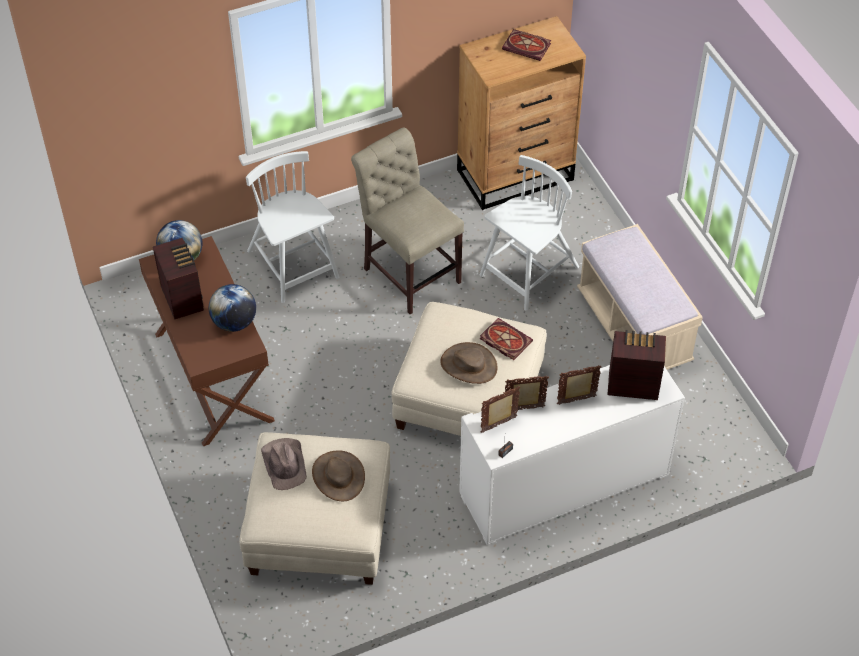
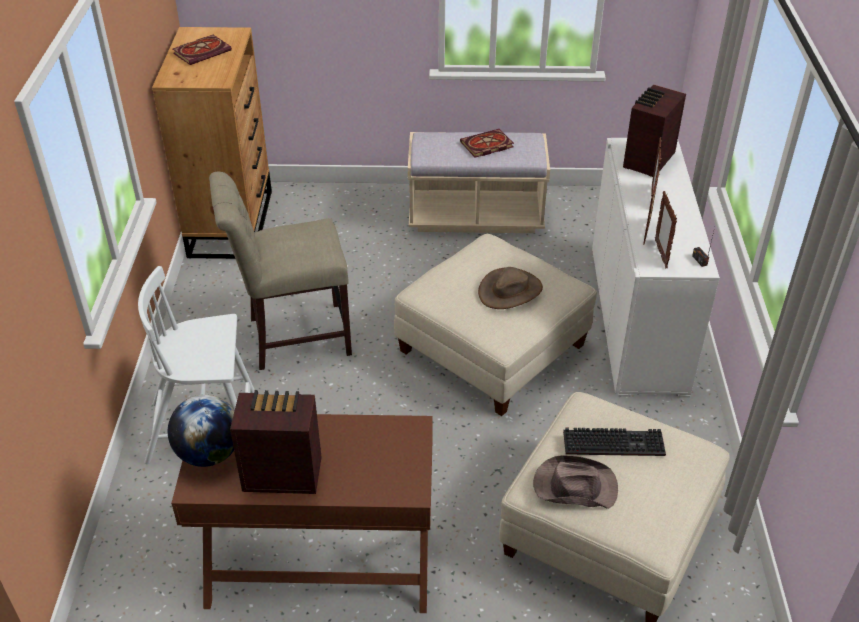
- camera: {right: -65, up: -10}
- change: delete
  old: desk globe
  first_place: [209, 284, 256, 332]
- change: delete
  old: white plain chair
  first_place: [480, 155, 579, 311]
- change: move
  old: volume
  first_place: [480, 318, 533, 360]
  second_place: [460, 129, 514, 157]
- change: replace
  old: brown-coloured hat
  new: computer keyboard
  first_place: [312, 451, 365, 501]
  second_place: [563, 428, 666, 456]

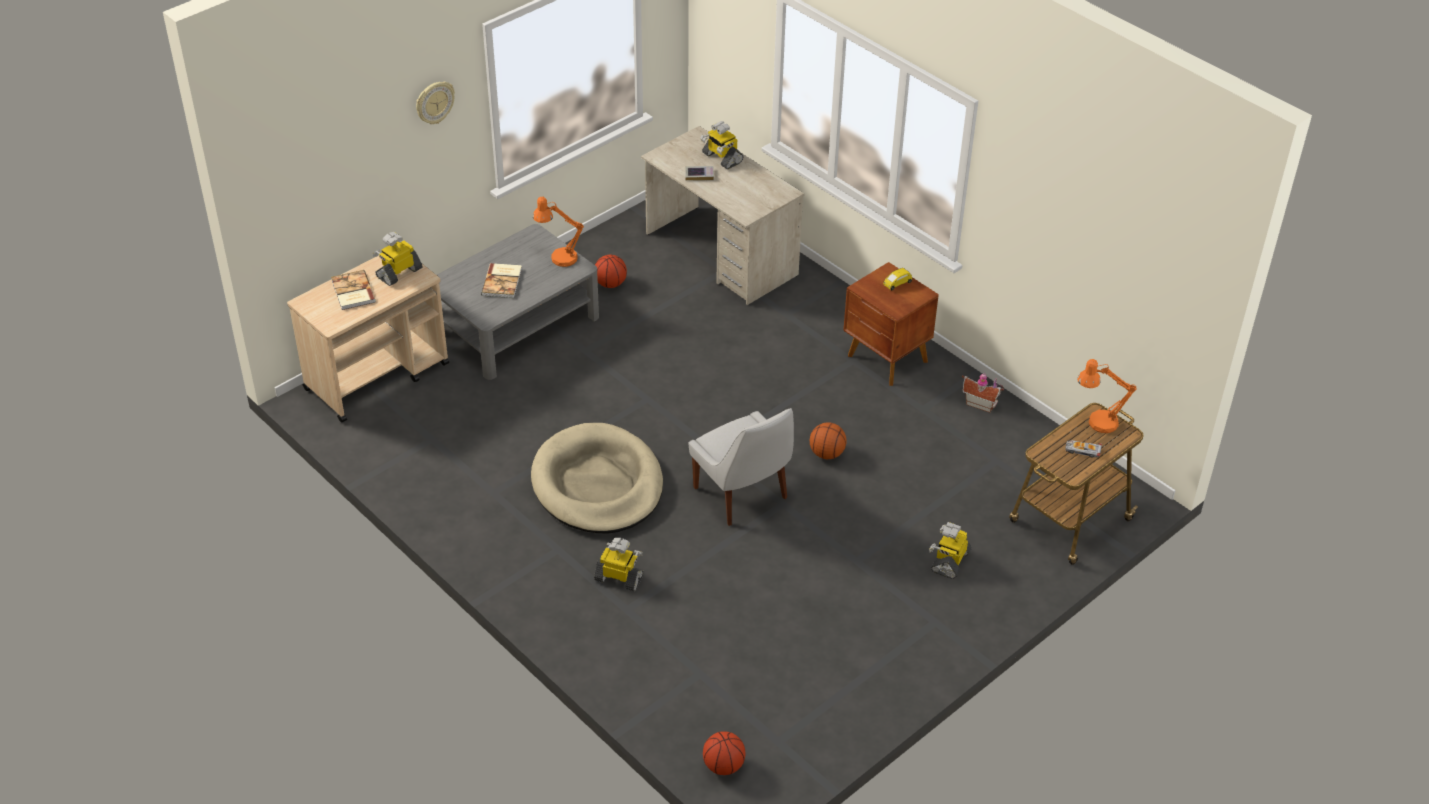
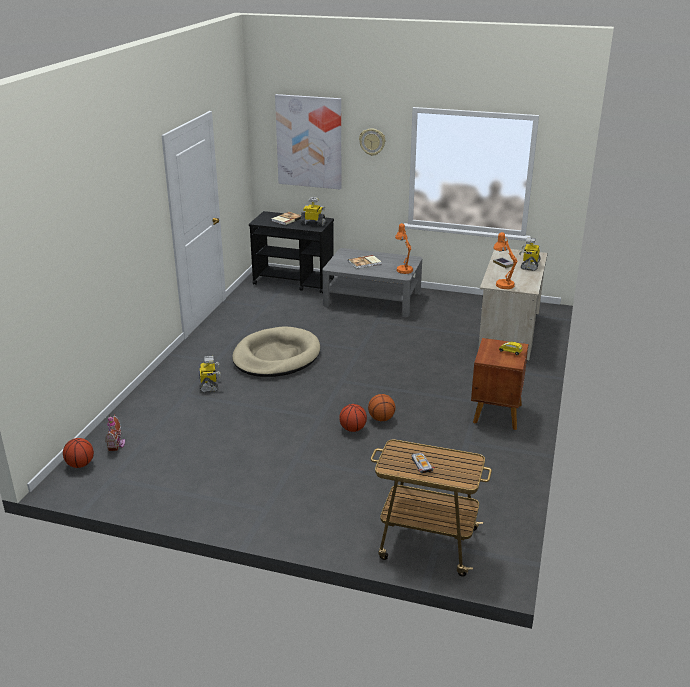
- camera: {right: 60, up: -15}
- change: delete
  old: white plain chair
  first_place: [689, 408, 794, 526]
- change: delete
  old: model robot
  first_place: [929, 522, 972, 579]
- change: insert
  new: picture
  second_place: [275, 94, 341, 189]
- change: move
  old: ball for basketball
  first_place: [595, 255, 627, 288]
  second_place: [339, 404, 367, 432]
- change: move
  old: model house
  first_place: [962, 374, 1004, 413]
  second_place: [105, 414, 125, 451]
- change: move
  old: orange table lamp
  first_place: [1077, 359, 1137, 433]
  second_place: [493, 232, 518, 289]
- change: recolor
  old: beige wheeled cart
  new: black-coloured wheeled cart
  first_place: [287, 255, 449, 423]
  second_place: [249, 211, 334, 293]

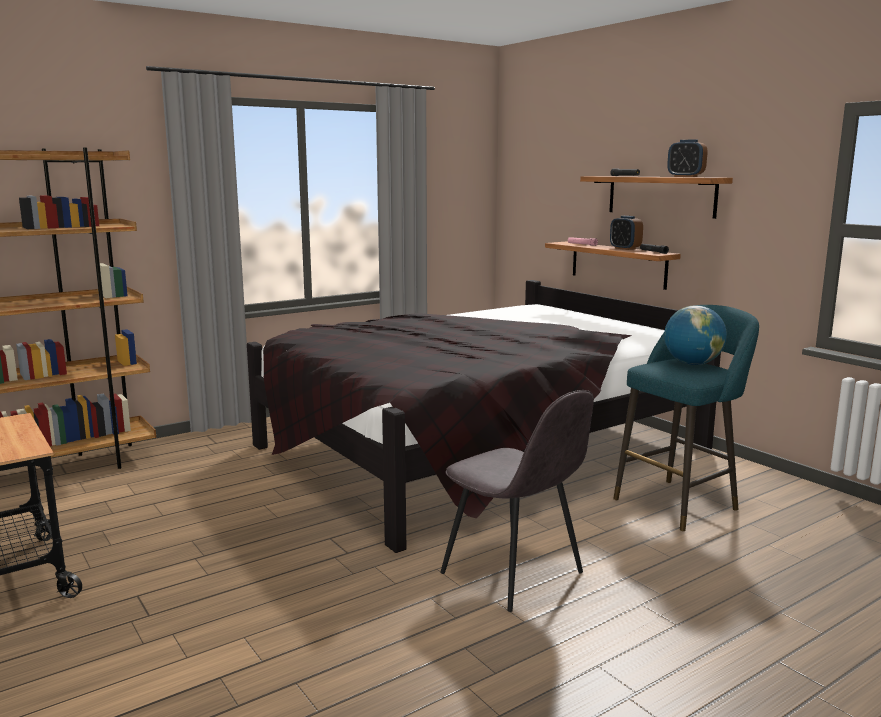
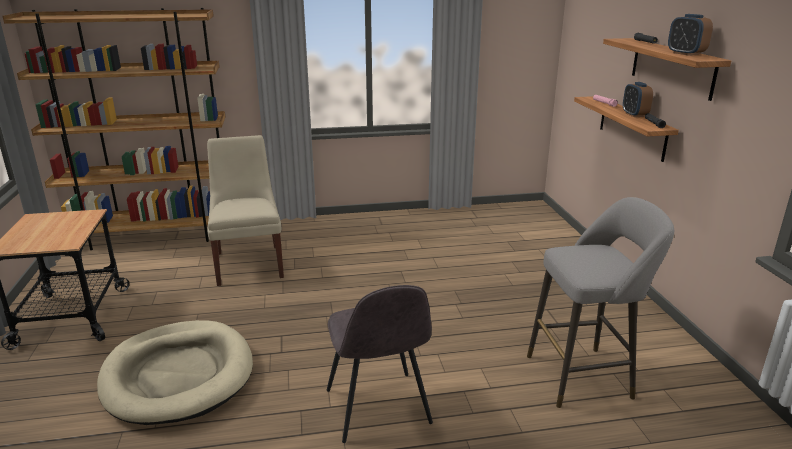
- camera: {right: 25, up: 10}
- change: delete
  old: black-coloured bedroom bed
  first_place: [247, 280, 721, 553]
- change: delete
  old: desk globe
  first_place: [664, 305, 727, 365]
- change: insert
  new: beige dog bed
  second_place: [97, 320, 253, 425]
- change: insert
  new: beige plain chair
  second_place: [207, 135, 284, 286]
- change: recolor
  old: blue-green sitting stool
  new: grey sitting stool
  first_place: [613, 305, 759, 531]
  second_place: [527, 197, 674, 408]

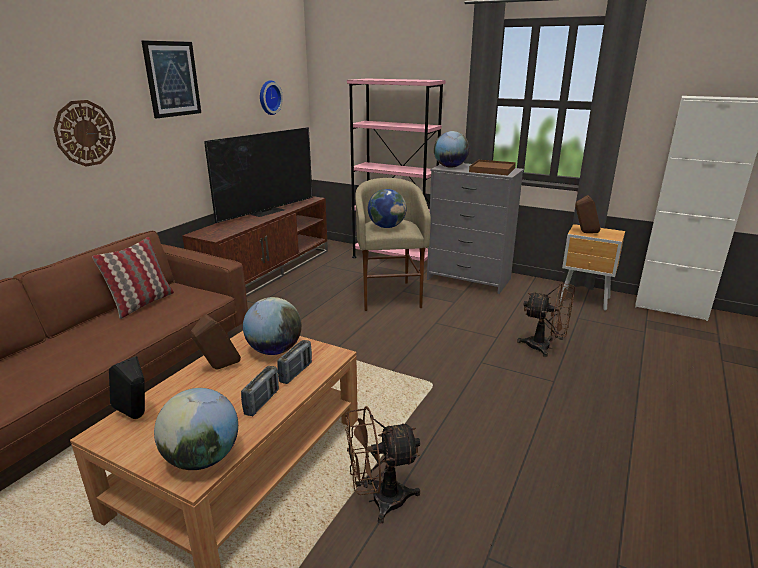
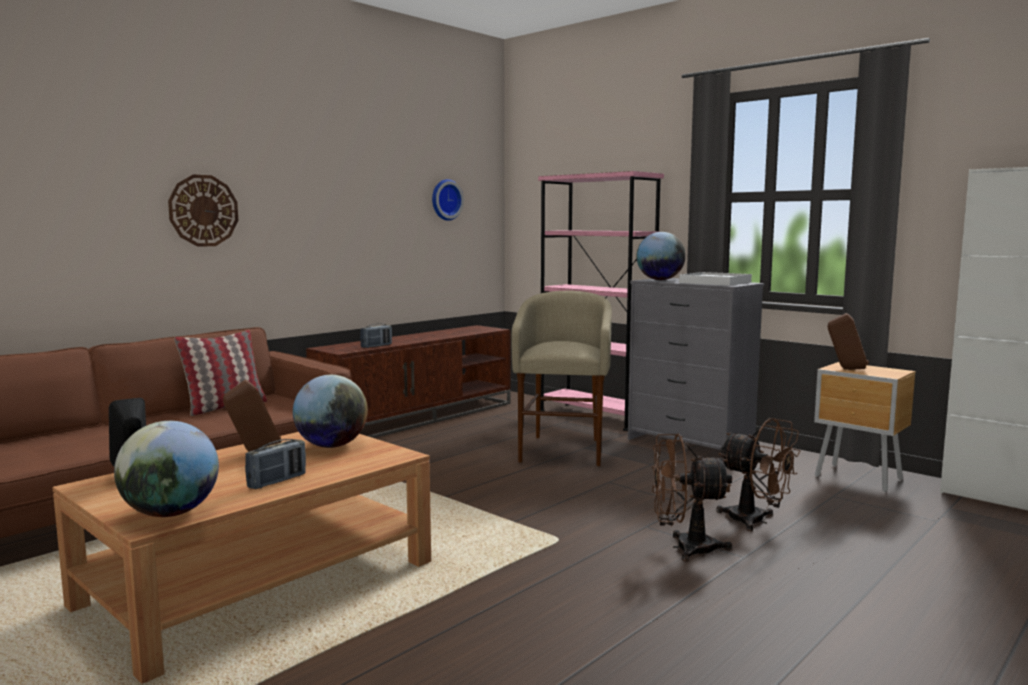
- camera: {right: 15, up: -15}
- change: delete
  old: picture
  first_place: [141, 41, 201, 118]
- change: delete
  old: TV set
  first_place: [204, 127, 313, 223]
- change: delete
  old: desk globe
  first_place: [368, 189, 406, 228]
- change: move
  old: radio receiver
  first_place: [277, 340, 312, 384]
  second_place: [360, 323, 392, 348]
- change: move
  old: brown-coloured fan
  first_place: [345, 406, 420, 524]
  second_place: [652, 434, 732, 561]
- change: recolor
  old: brown-coloured tray
  new: white tray
  first_place: [469, 160, 516, 175]
  second_place: [679, 272, 752, 286]

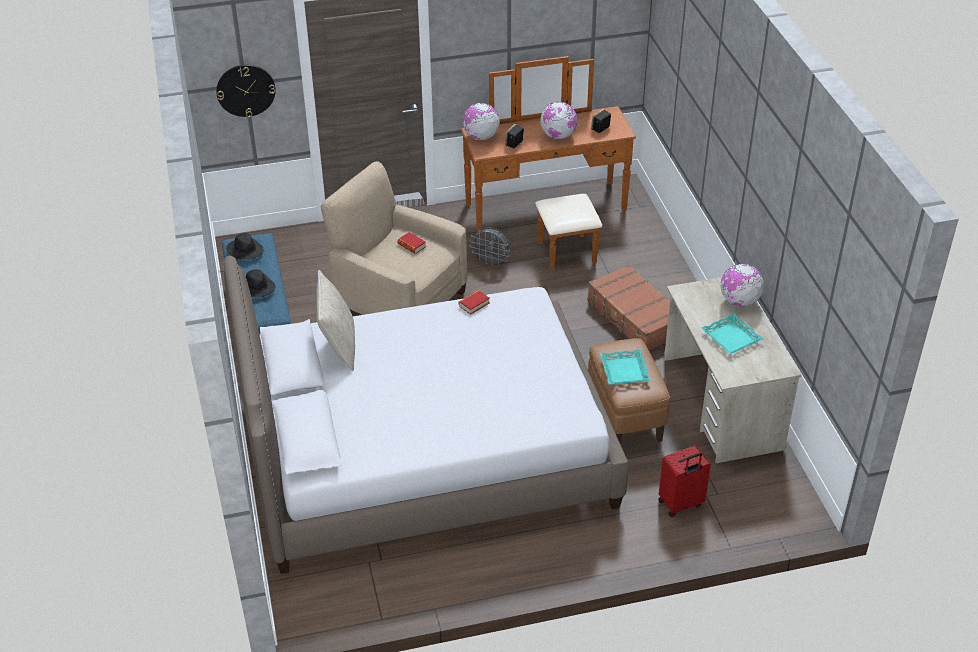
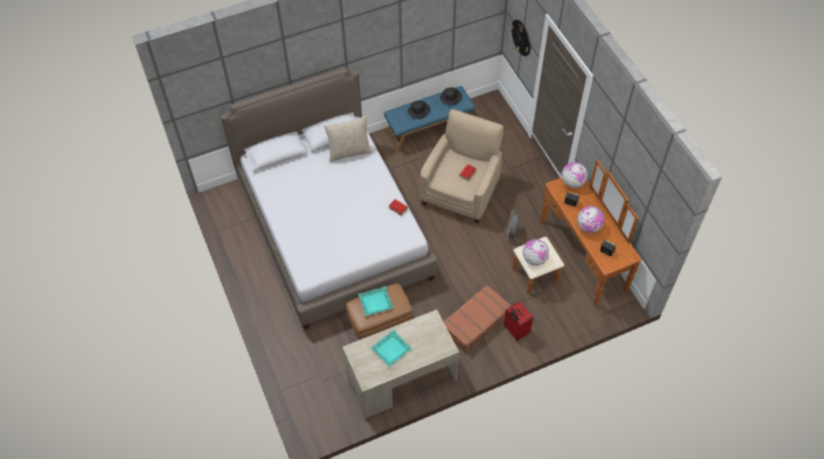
- camera: {right: 80, up: 15}
- change: move
  old: reddish travel case
  first_place: [658, 446, 711, 517]
  second_place: [504, 301, 533, 341]
- change: move
  old: desk globe
  first_place: [720, 264, 764, 307]
  second_place: [522, 239, 549, 266]

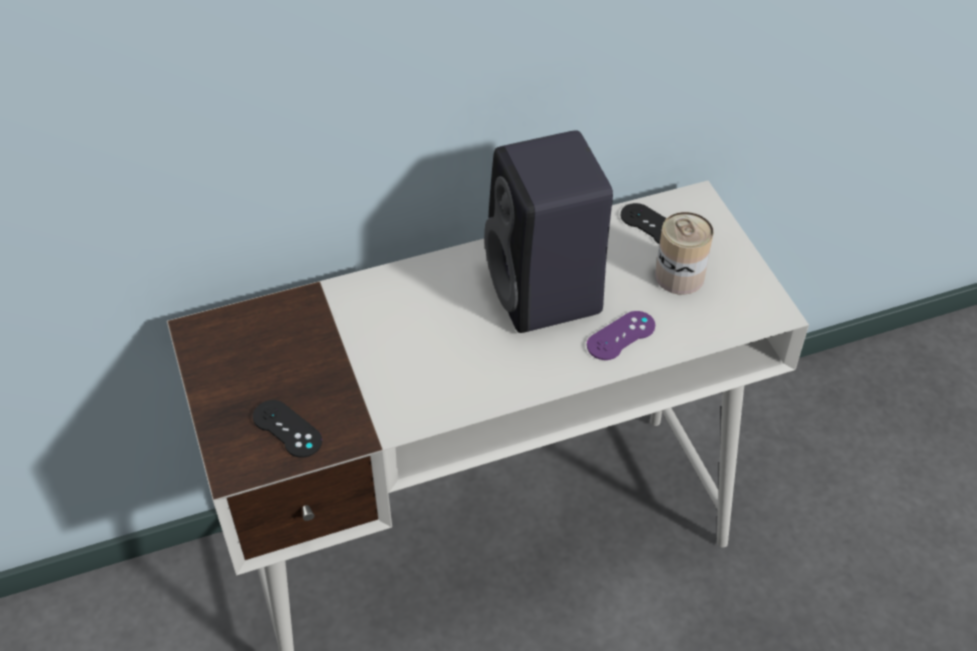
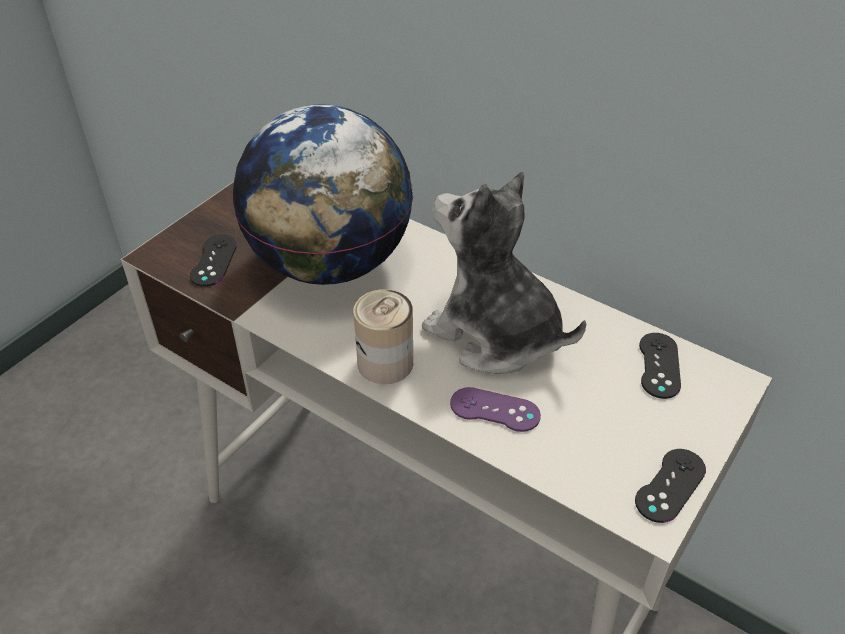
- camera: {right: 55, up: -5}
- change: insert
  new: desk globe
  second_place: [233, 104, 413, 285]
- change: insert
  new: black-coloured gamepad
  second_place: [635, 449, 706, 523]
- change: move
  old: can
  first_place: [655, 212, 713, 295]
  second_place: [354, 289, 413, 384]
- change: replace
  old: black-coloured loudspeaker
  new: cuddly toy
  first_place: [484, 130, 613, 333]
  second_place: [422, 172, 586, 374]

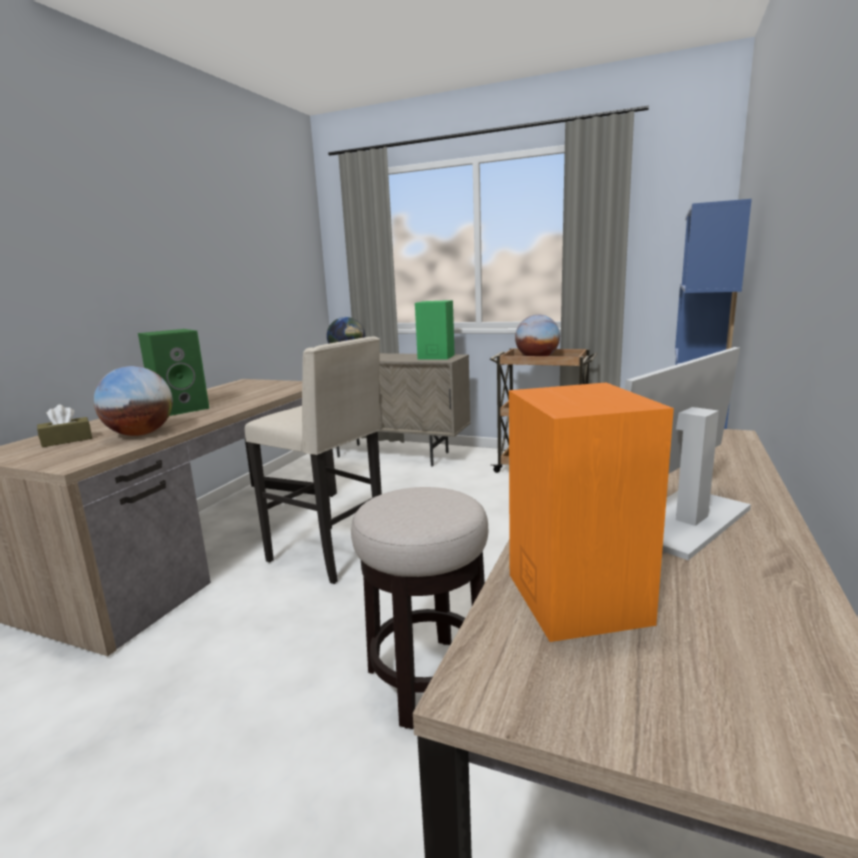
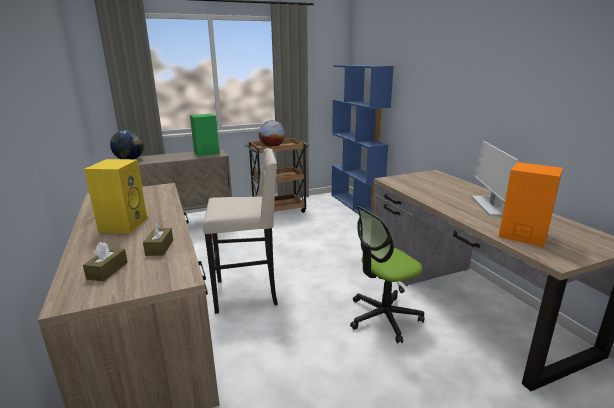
- camera: {right: -45, up: 5}
- change: replace
  old: desk globe
  new: brown-coloured tissue box
  first_place: [94, 366, 173, 436]
  second_place: [143, 222, 173, 256]
- change: replace
  old: sitting stool
  new: computer chair
  first_place: [351, 487, 488, 729]
  second_place: [350, 206, 425, 343]
- change: recolor
  old: greenish loudspeaker
  new: yellow loudspeaker
  first_place: [138, 329, 210, 416]
  second_place: [84, 159, 148, 234]

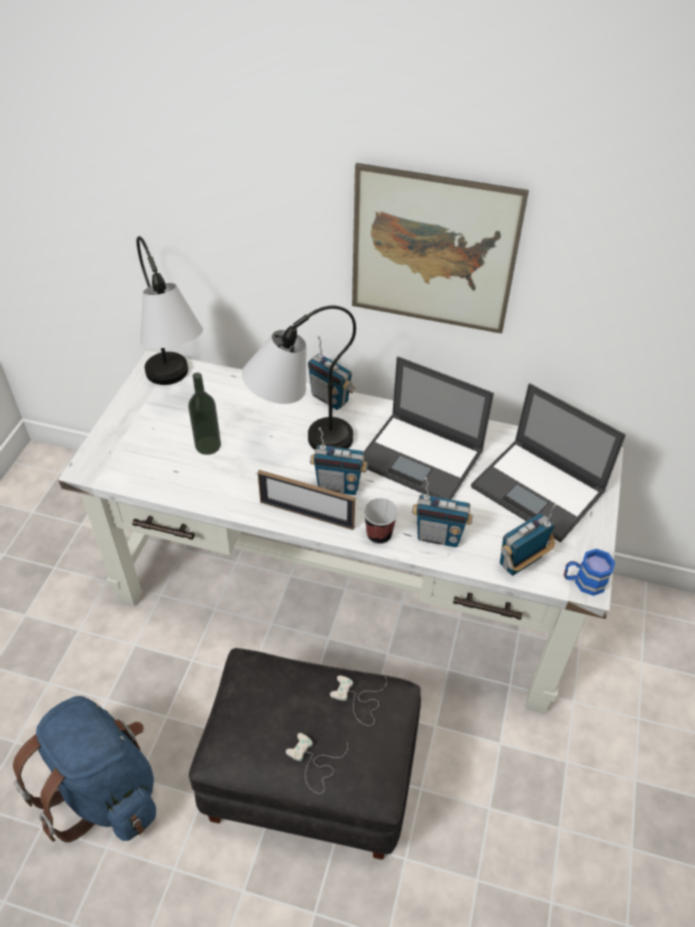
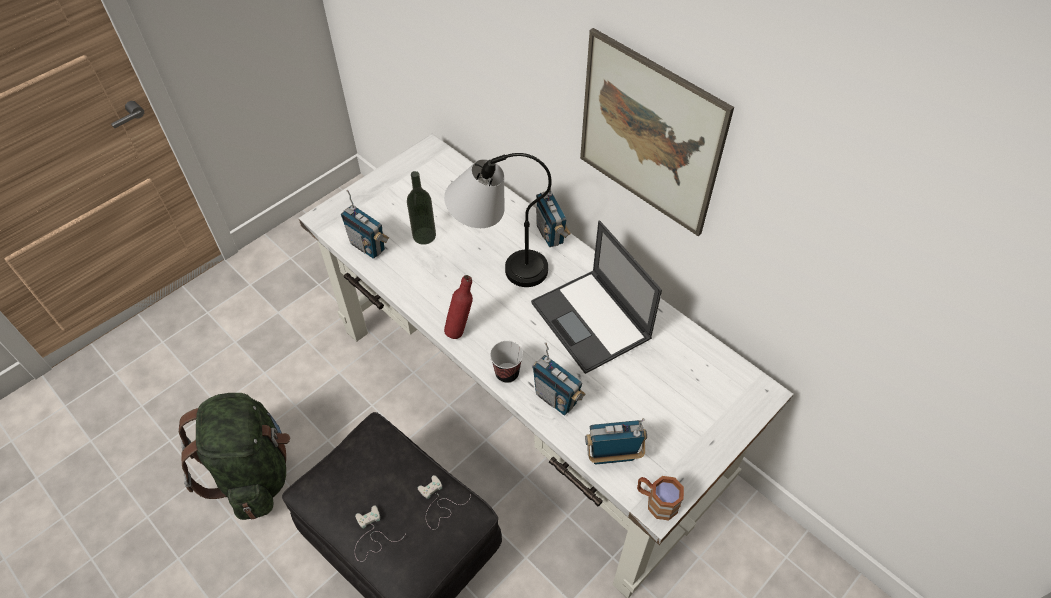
- camera: {right: 30, up: 5}
- change: delete
  old: table lamp
  first_place: [137, 236, 203, 385]
- change: delete
  old: portable computer
  first_place: [471, 383, 626, 543]
- change: move
  old: radio receiver
  first_place: [310, 428, 368, 495]
  second_place: [341, 190, 389, 259]
- change: replace
  old: photo frame
  new: reddish beverage bottle
  first_place: [257, 470, 355, 530]
  second_place: [444, 275, 473, 339]
- change: recolor
  old: blue rucksack
  new: greenish rucksack
  first_place: [13, 696, 156, 842]
  second_place: [179, 393, 290, 520]
- change: recolor
  old: blue coffee mug
  new: brown-coloured coffee mug
  first_place: [564, 549, 615, 596]
  second_place: [637, 476, 684, 520]

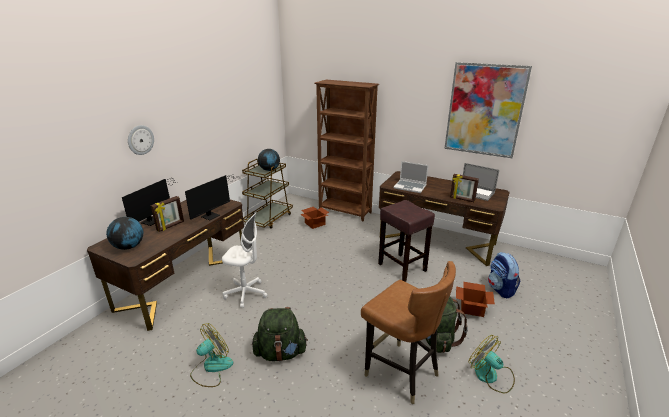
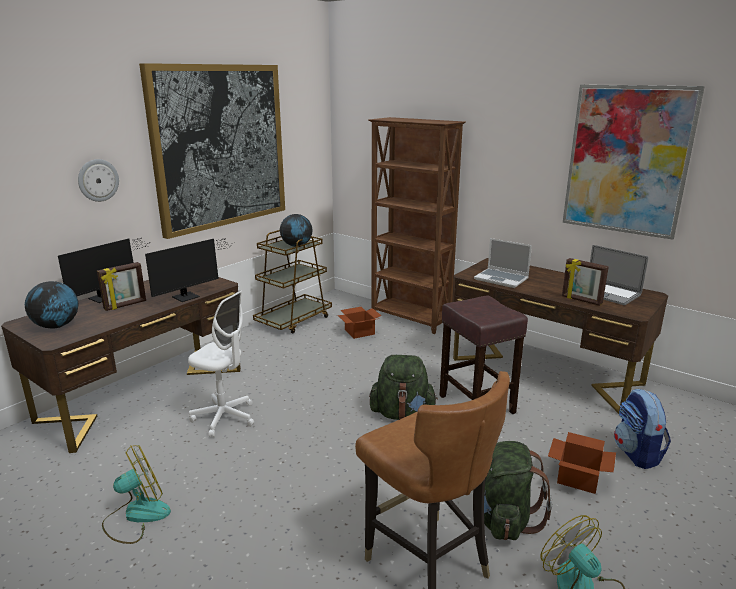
- camera: {right: 10, up: -5}
- change: insert
  new: picture
  second_place: [139, 63, 285, 239]
- change: move
  old: greenish rucksack
  first_place: [252, 307, 308, 361]
  second_place: [369, 355, 438, 420]

